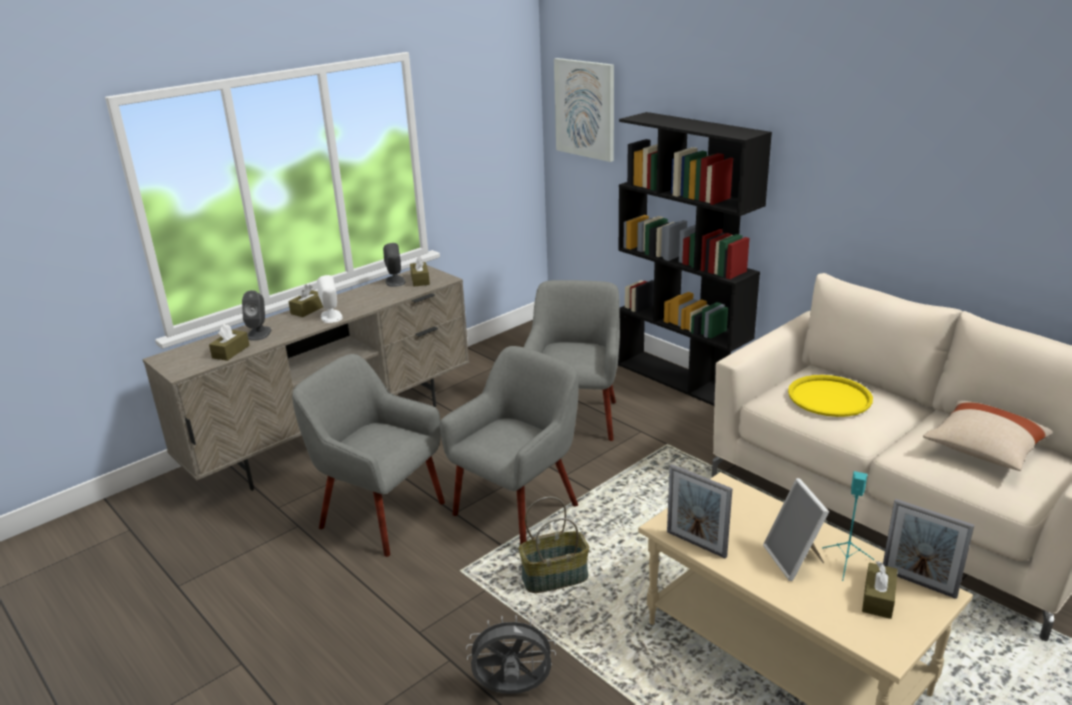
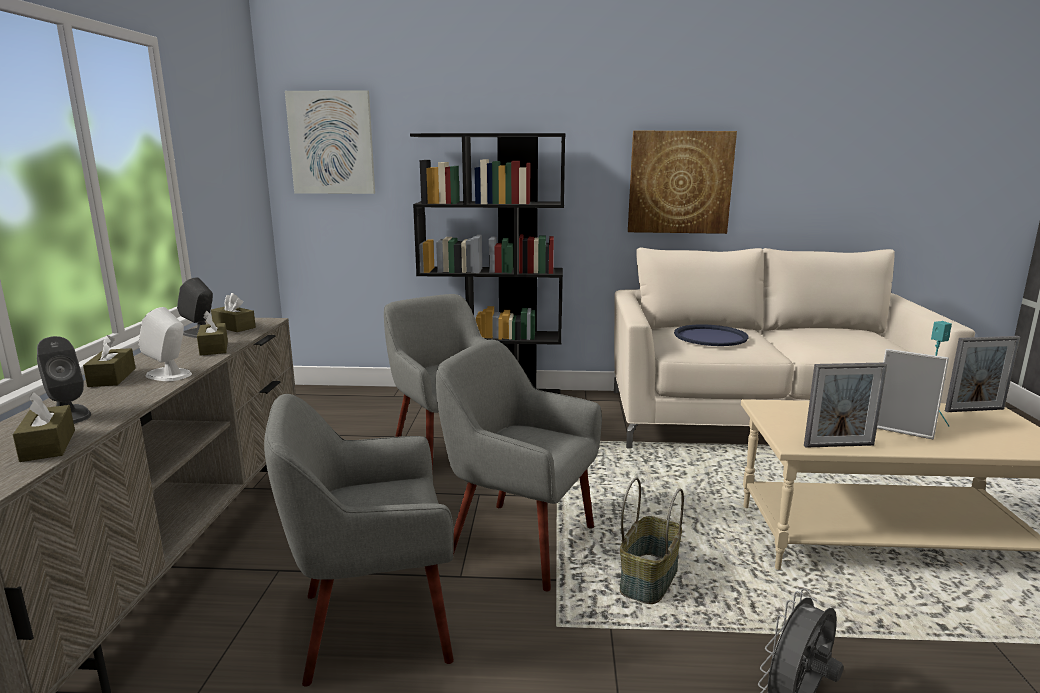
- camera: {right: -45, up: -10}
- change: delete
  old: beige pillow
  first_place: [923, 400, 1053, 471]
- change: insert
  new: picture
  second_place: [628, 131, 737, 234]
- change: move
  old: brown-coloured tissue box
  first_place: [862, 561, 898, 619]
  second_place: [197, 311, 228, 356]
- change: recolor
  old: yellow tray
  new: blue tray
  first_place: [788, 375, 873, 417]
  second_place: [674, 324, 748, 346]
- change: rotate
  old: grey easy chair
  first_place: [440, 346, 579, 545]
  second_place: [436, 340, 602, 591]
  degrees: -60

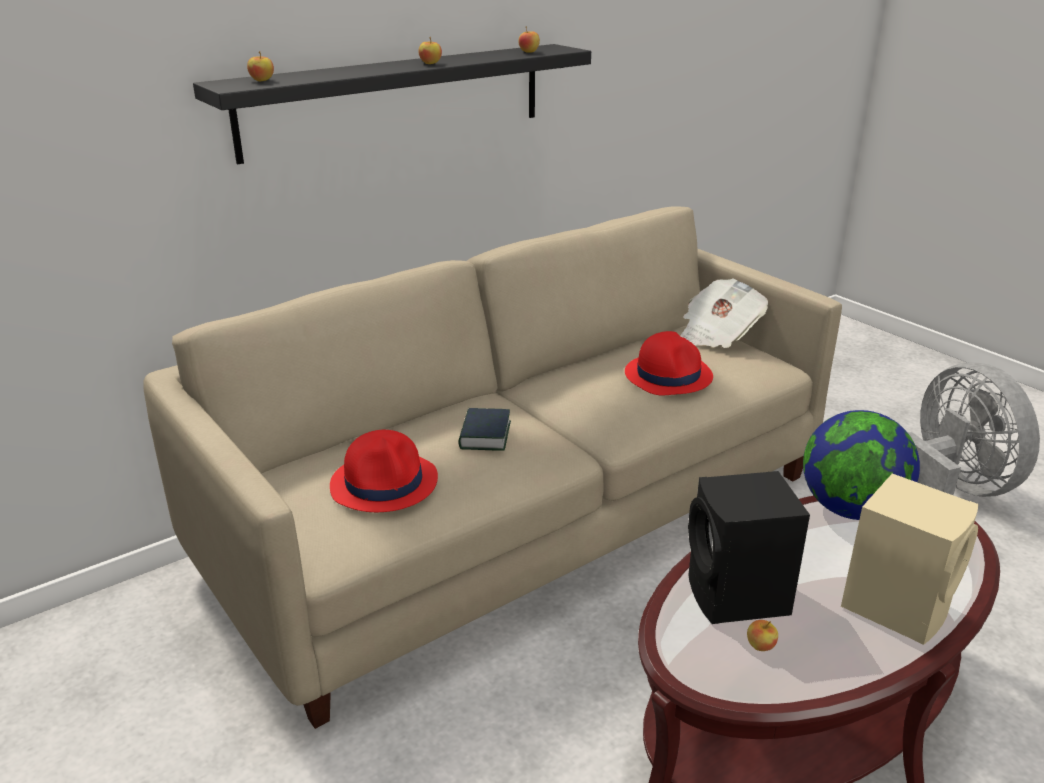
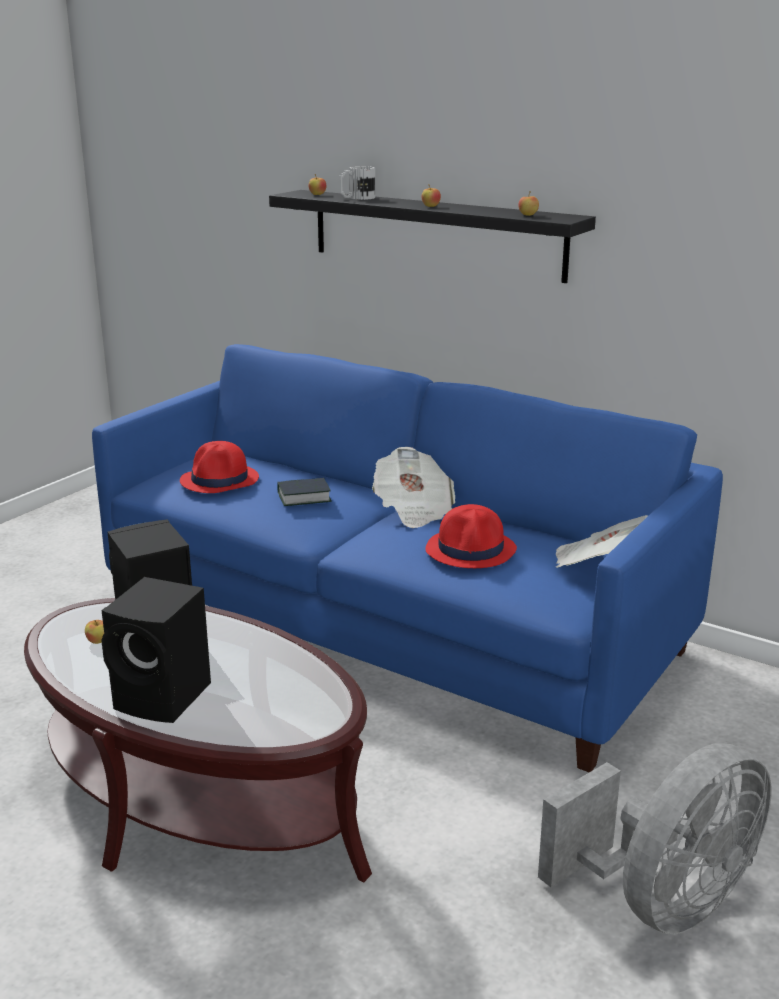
- camera: {right: 70, up: -5}
- change: delete
  old: desk globe
  first_place: [803, 410, 920, 520]
- change: insert
  new: coffee mug
  second_place: [339, 166, 375, 200]
- change: insert
  new: daily paper
  second_place: [372, 447, 455, 528]
- change: recolor
  old: beige sofa
  new: blue sofa
  first_place: [143, 206, 842, 729]
  second_place: [92, 344, 723, 772]
- change: recolor
  old: beige loudspeaker
  new: black-coloured loudspeaker
  first_place: [841, 473, 979, 645]
  second_place: [101, 577, 211, 723]

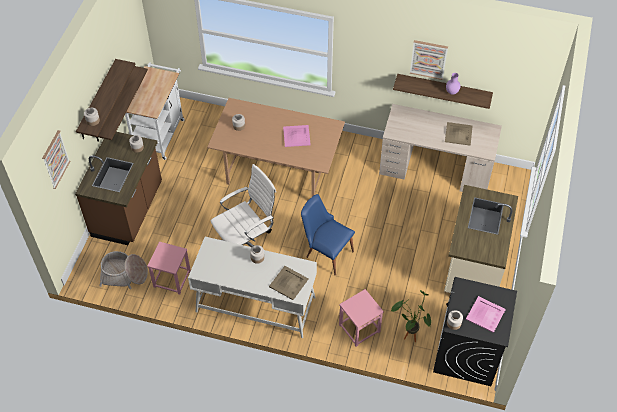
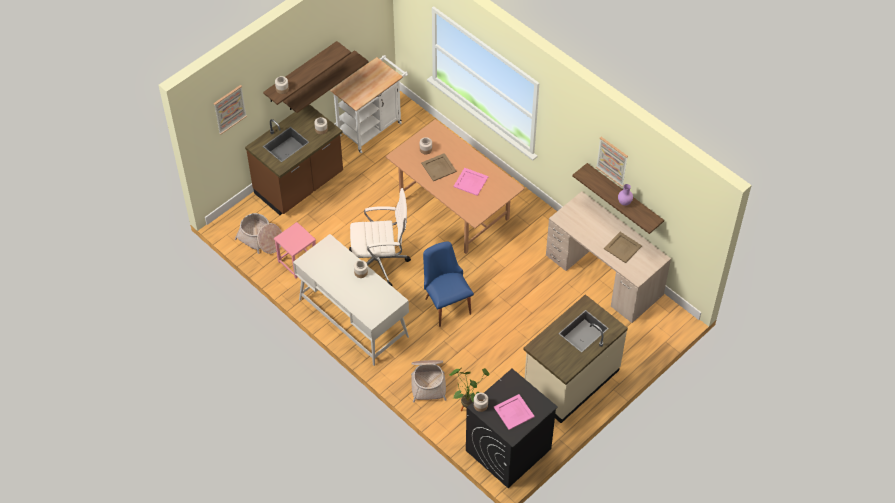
- camera: {right: 30, up: 0}
- change: move
  old: beige tray
  first_place: [269, 266, 309, 300]
  second_place: [421, 153, 457, 181]
- change: replace
  old: pinkish sitting stool
  new: storage basket
  first_place: [339, 289, 384, 347]
  second_place: [411, 360, 447, 402]

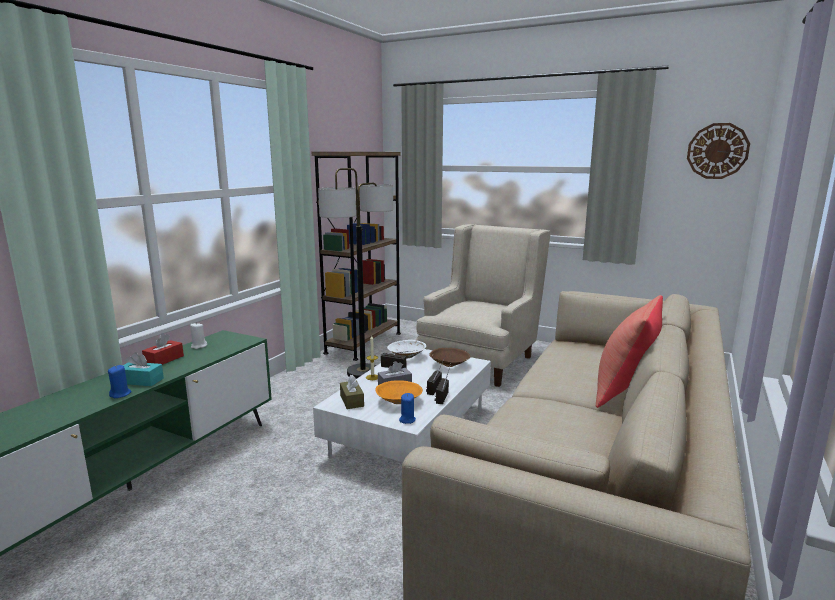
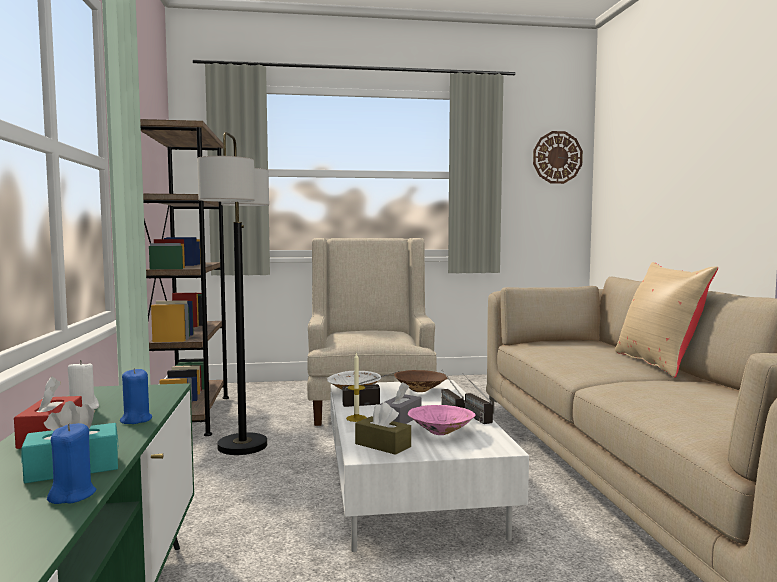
- camera: {right: -35, up: -10}
- change: move
  old: blue wax candle
  first_place: [399, 393, 416, 424]
  second_place: [120, 368, 152, 424]
- change: recolor
  old: orange deep dish
  new: pinkish deep dish
  first_place: [375, 380, 423, 404]
  second_place: [408, 405, 476, 435]
- change: recolor
  old: reddish pillow
  new: beige pillow
  first_place: [596, 295, 663, 408]
  second_place: [615, 262, 718, 378]

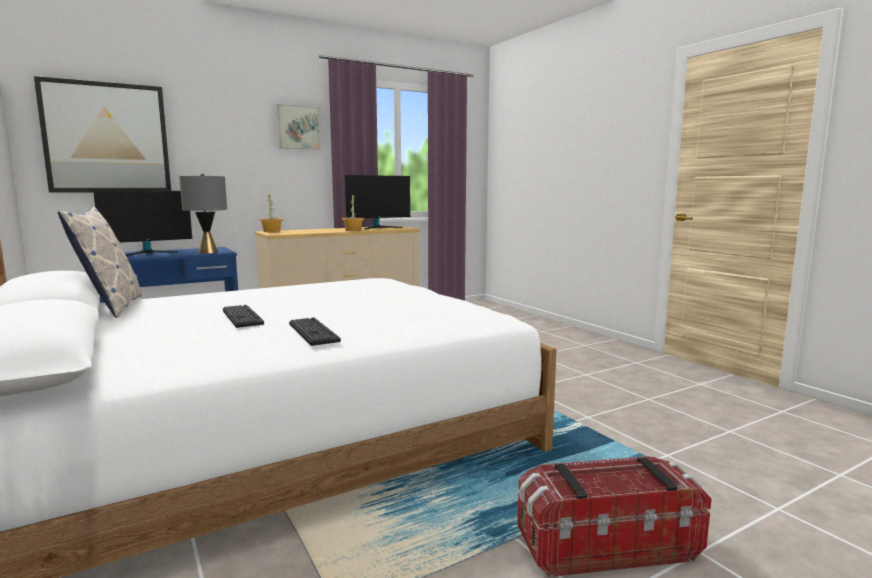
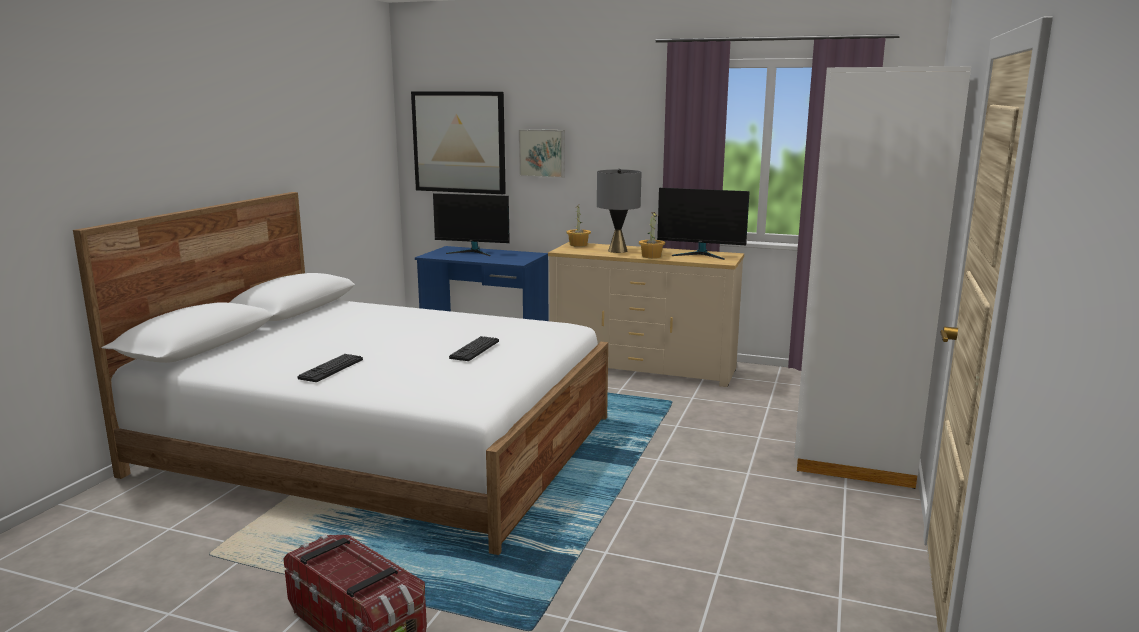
- camera: {right: 50, up: 5}
- change: delete
  old: pillow
  first_place: [58, 207, 142, 318]
- change: insert
  new: white clothes cupboard
  second_place: [794, 66, 971, 489]
- change: move
  old: grey table lamp
  first_place: [179, 174, 227, 254]
  second_place: [597, 169, 641, 253]
- change: move
  old: computer keyboard
  first_place: [223, 305, 264, 328]
  second_place: [449, 336, 499, 361]
- change: move
  old: picture
  first_place: [276, 104, 320, 150]
  second_place: [519, 129, 564, 178]

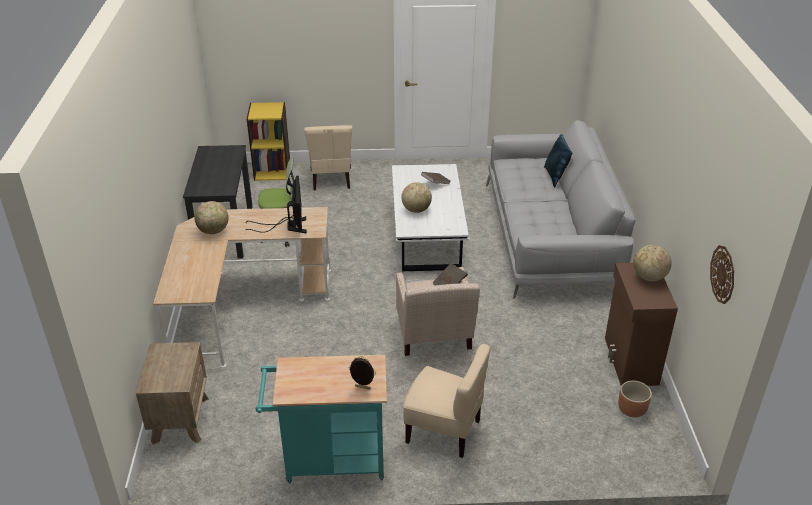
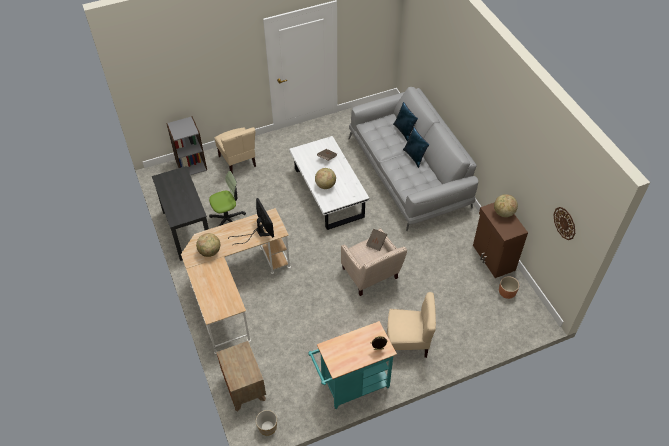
- camera: {right: -20, up: 15}
- change: insert
  new: planter
  second_place: [256, 410, 277, 436]
- change: insert
  new: blue pillow
  second_place: [403, 127, 429, 168]
- change: recolor
  old: yellow shelving unit
  new: grey shelving unit
  first_place: [247, 102, 290, 181]
  second_place: [166, 116, 207, 175]

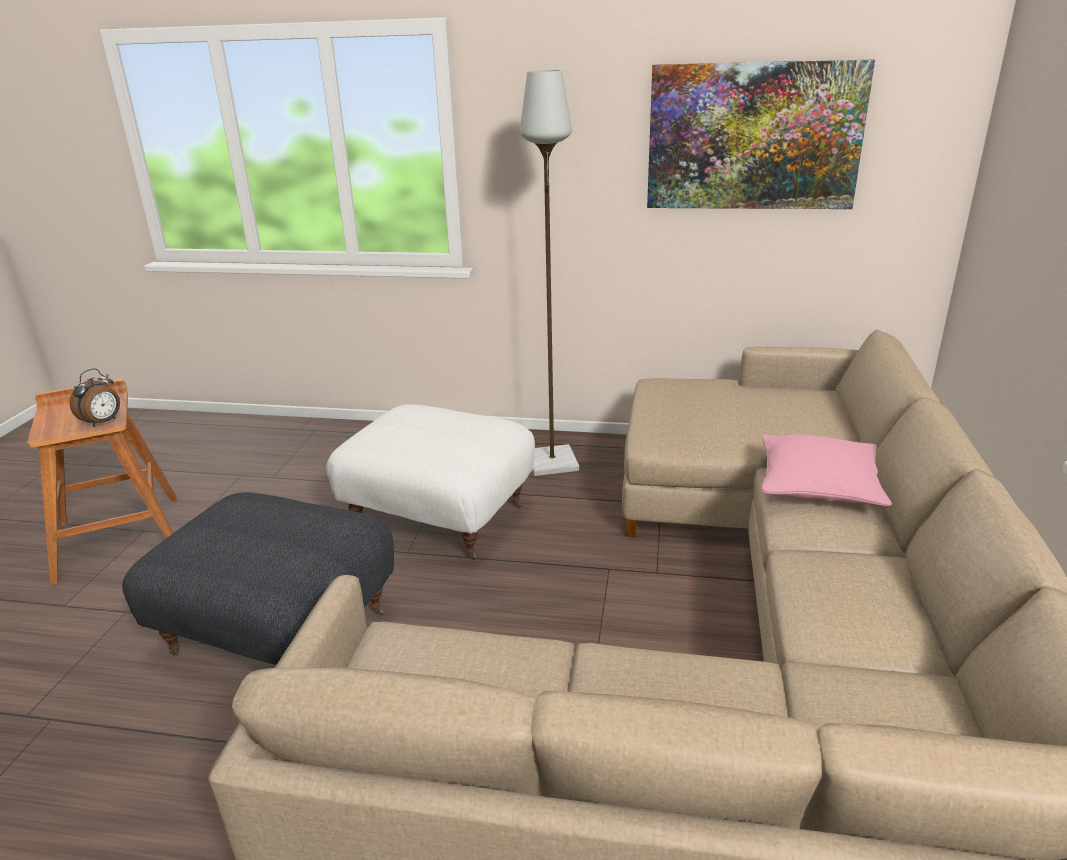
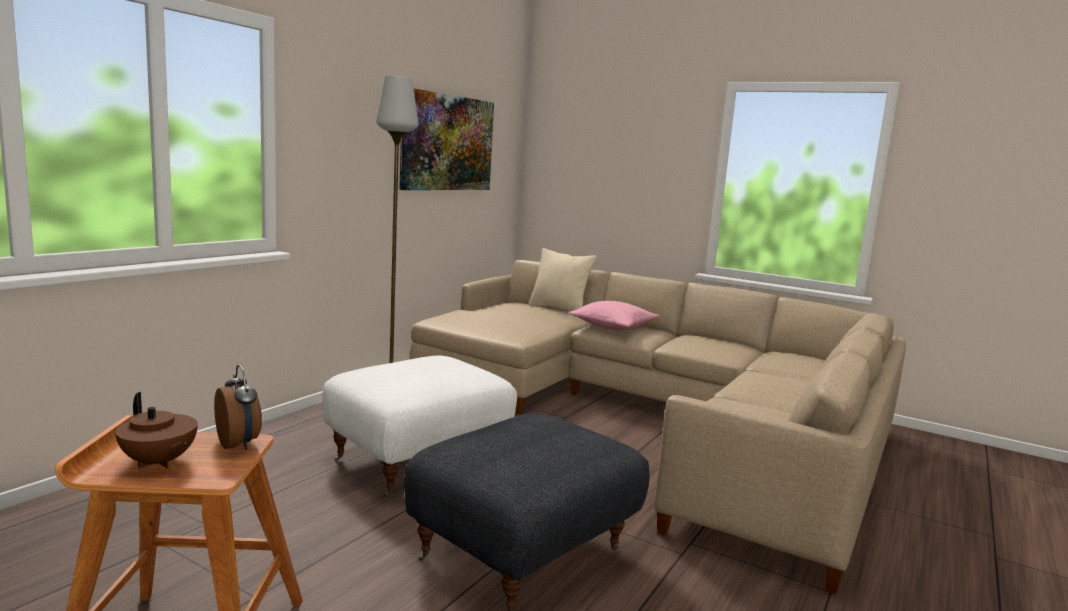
- camera: {right: -70, up: -15}
- change: insert
  new: brown-coloured teapot
  second_place: [115, 392, 198, 469]
- change: insert
  new: beige pillow
  second_place: [528, 248, 597, 311]

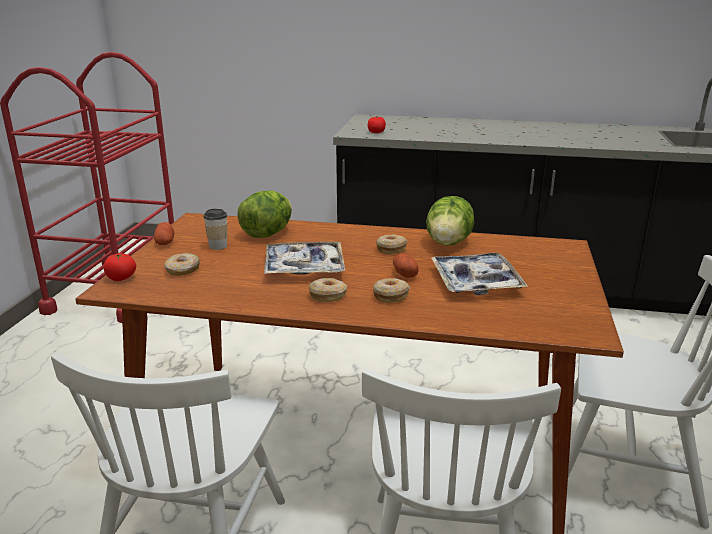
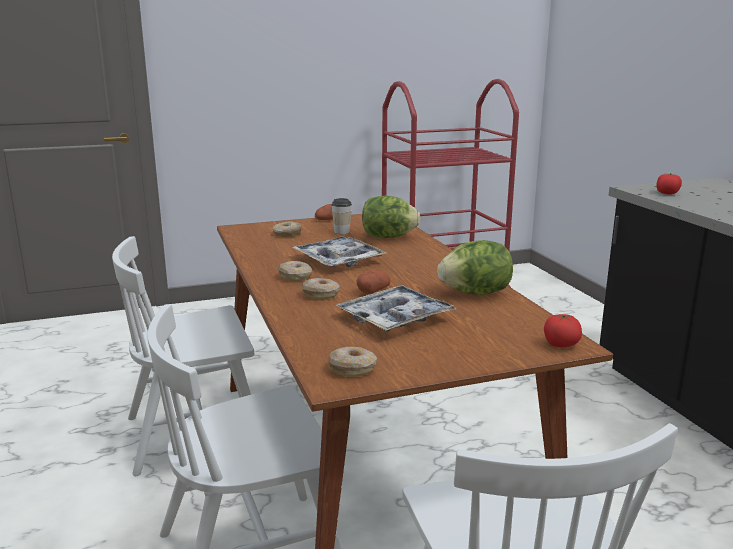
- camera: {right: 60, up: -5}
- change: move
  old: whole tomato
  first_place: [103, 253, 136, 281]
  second_place: [544, 314, 582, 347]
- change: move
  old: doughnut
  first_place: [376, 234, 407, 254]
  second_place: [328, 347, 377, 377]

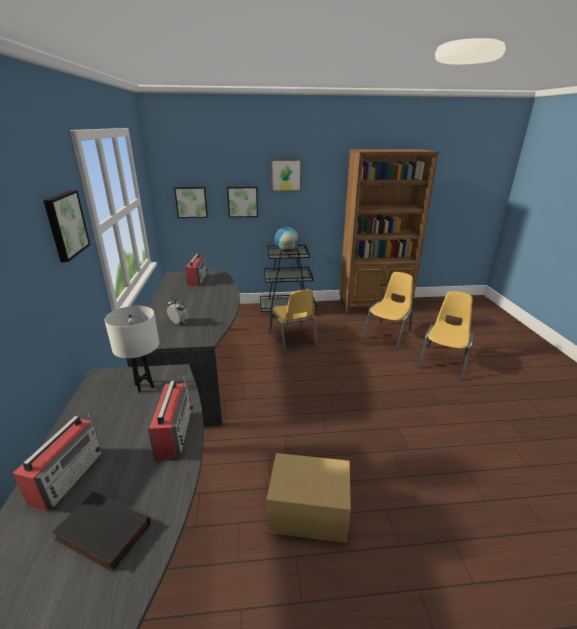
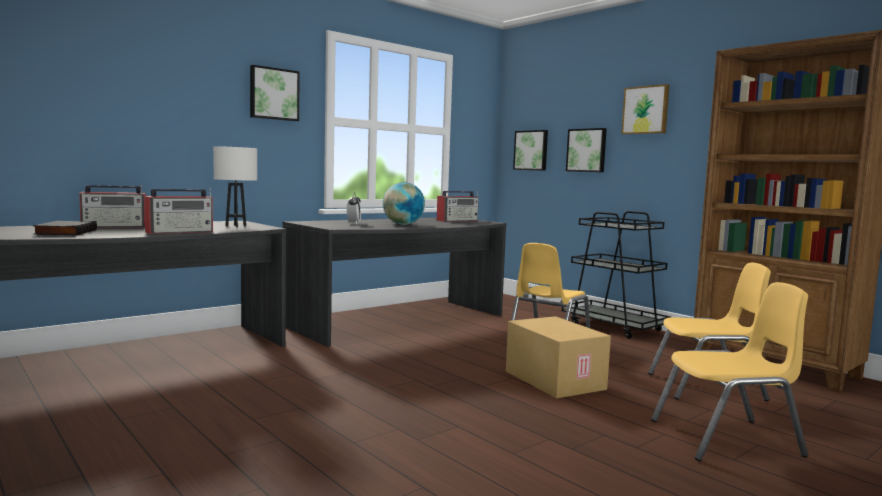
- camera: {right: 55, up: -20}
- change: move
  old: packing box
  first_place: [266, 453, 351, 543]
  second_place: [506, 316, 611, 398]
- change: move
  old: desk globe
  first_place: [274, 227, 299, 252]
  second_place: [383, 182, 425, 225]

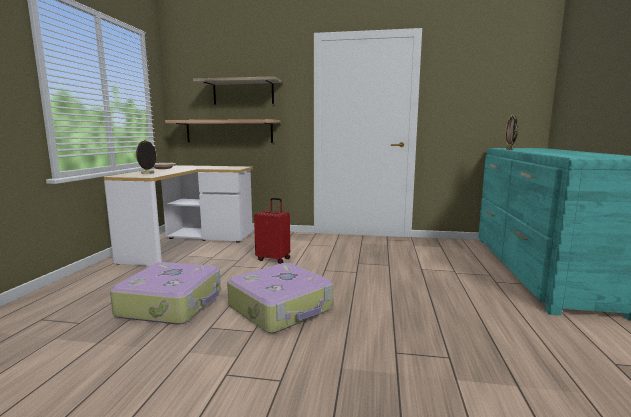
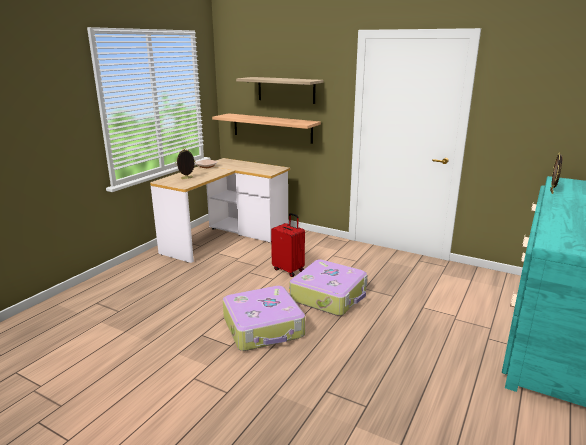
- camera: {right: 20, up: 10}
- change: move
  old: travel case
  first_place: [110, 262, 221, 324]
  second_place: [290, 260, 367, 316]

